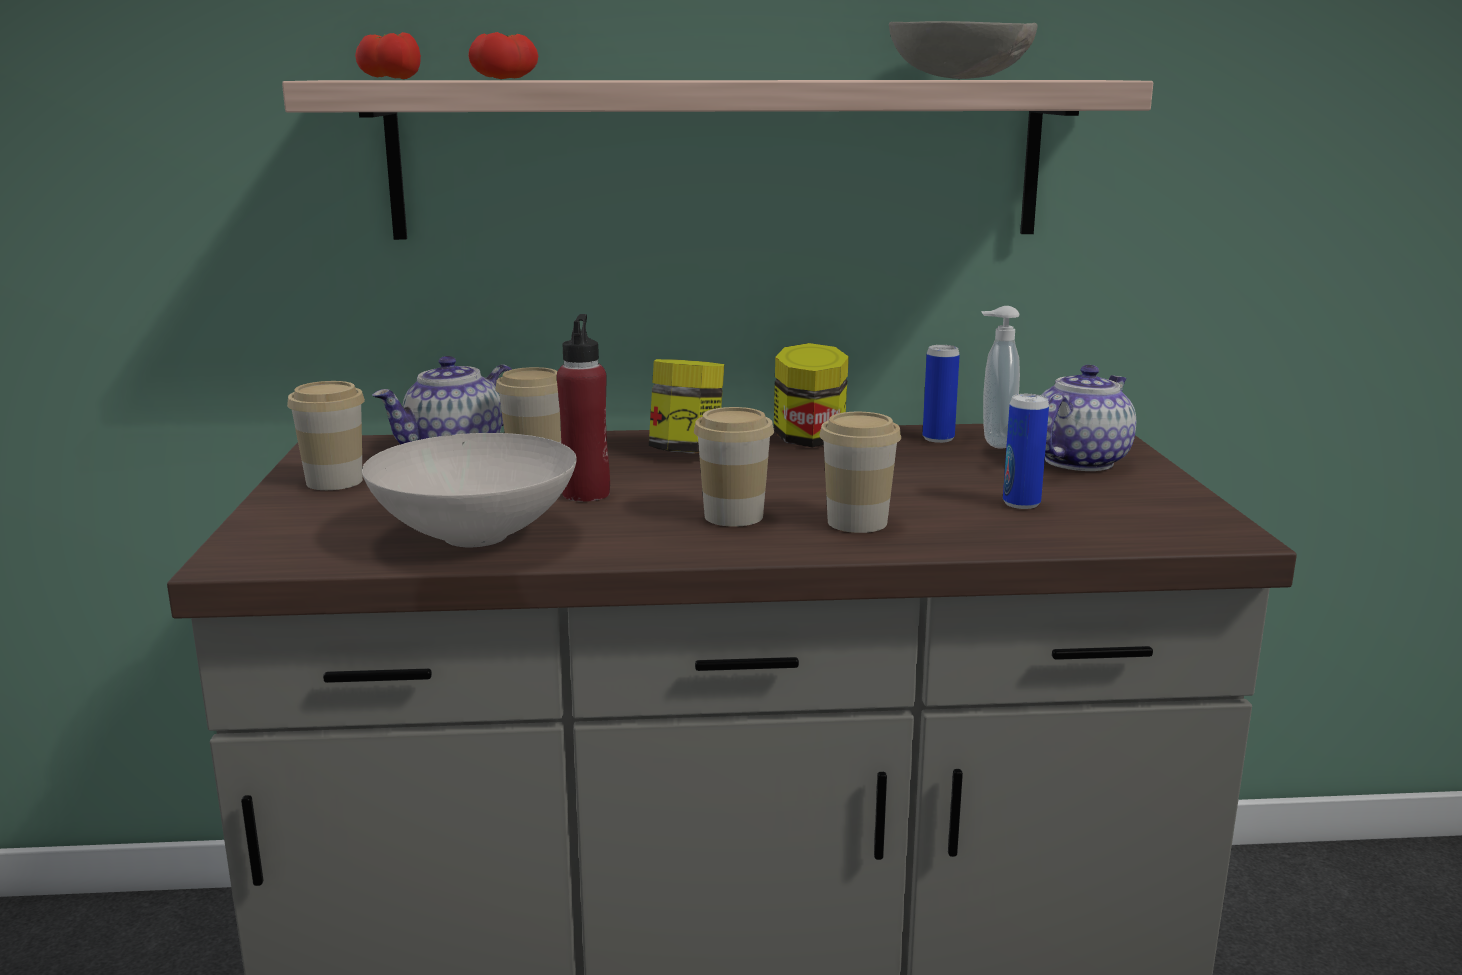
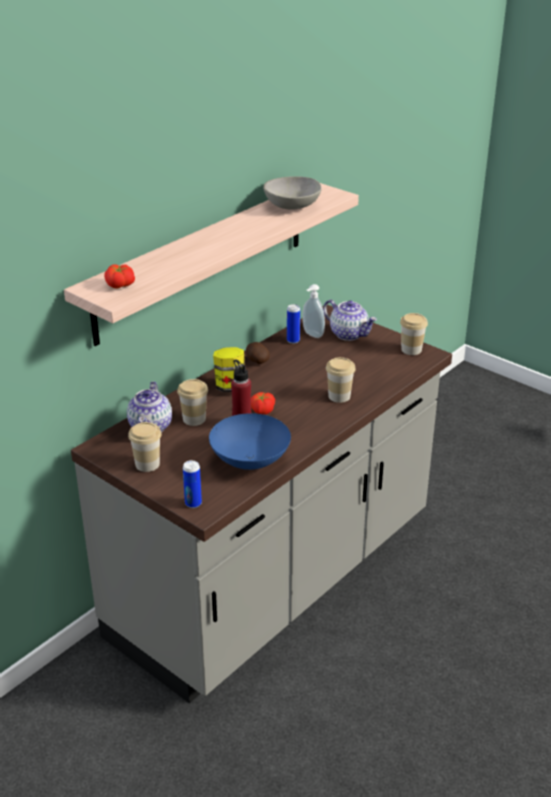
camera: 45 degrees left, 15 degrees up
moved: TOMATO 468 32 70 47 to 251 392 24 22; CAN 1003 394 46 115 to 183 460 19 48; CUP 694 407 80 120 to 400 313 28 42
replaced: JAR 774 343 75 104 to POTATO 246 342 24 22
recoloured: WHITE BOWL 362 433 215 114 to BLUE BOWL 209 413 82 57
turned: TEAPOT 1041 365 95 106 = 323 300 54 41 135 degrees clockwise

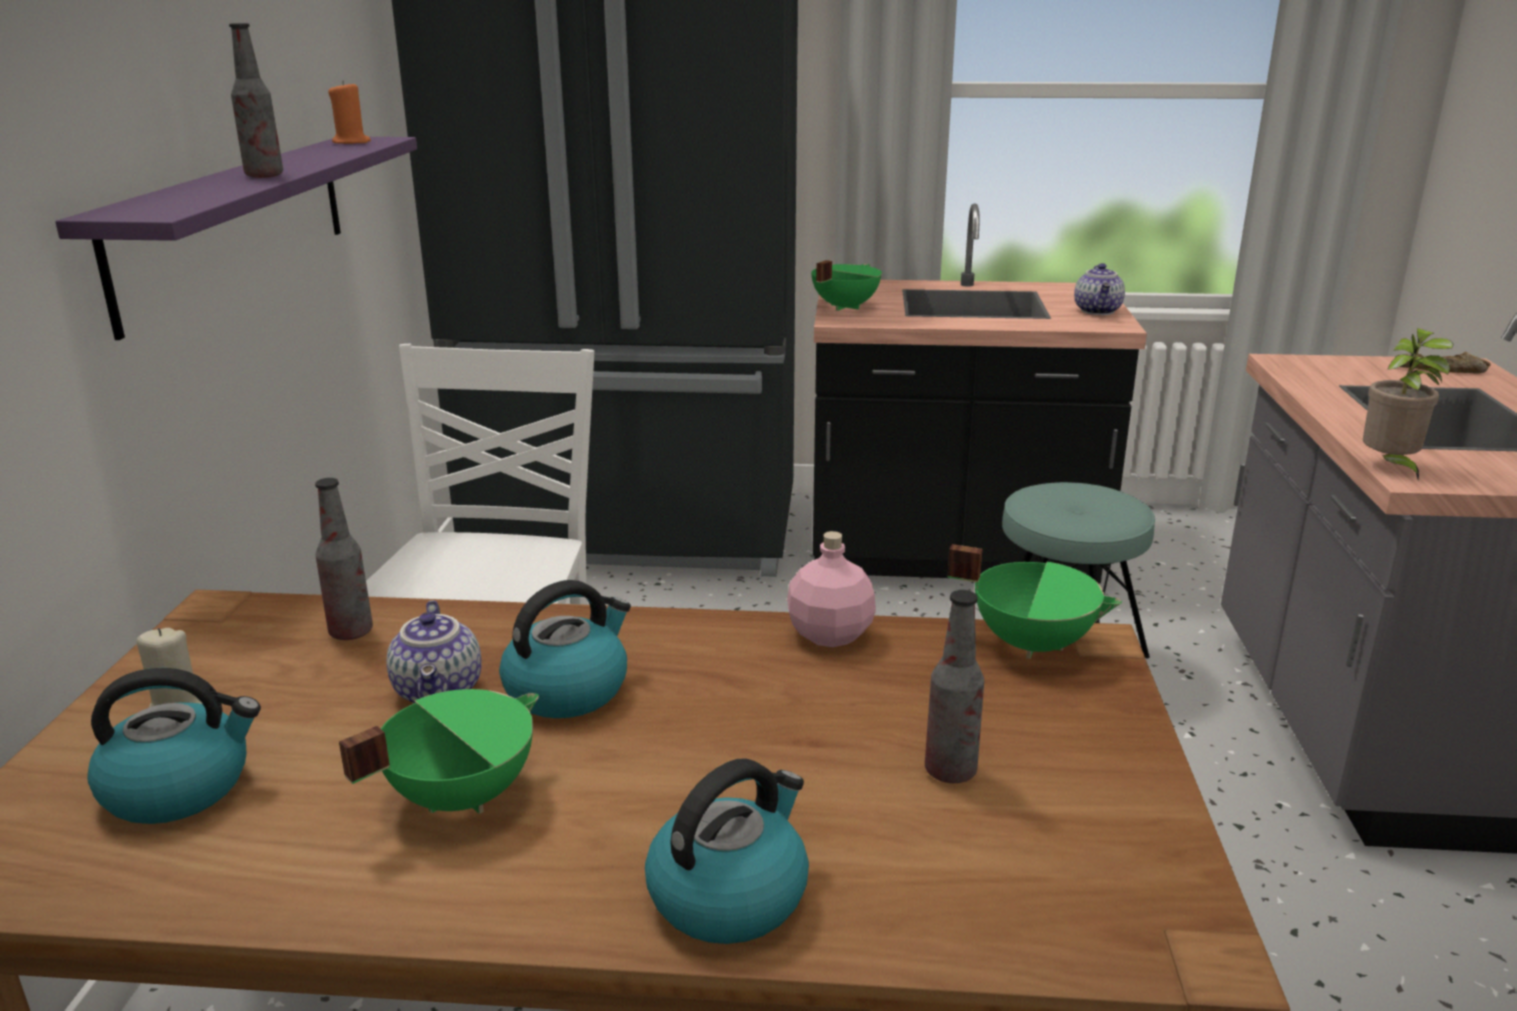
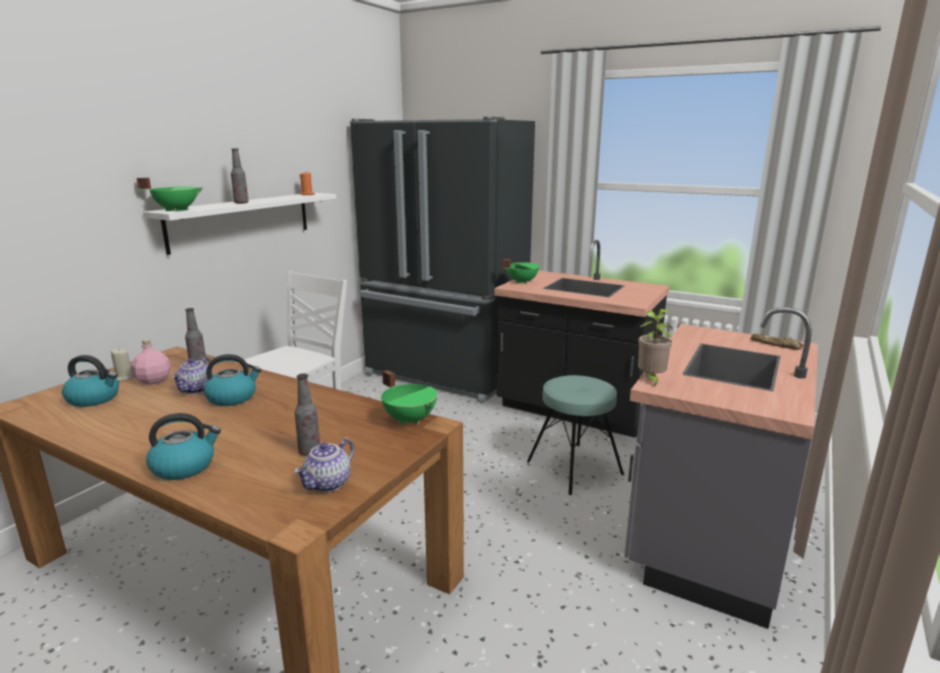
camera: 25 degrees right, 5 degrees down
moved: TEAPOT 1074 263 51 52 to 294 438 60 54; PINK BOTTLE 787 531 89 116 to 131 339 40 45; GREEN COOKING POT 339 689 200 125 to 137 178 66 34
recoloured: PURPLE SHELF 55 137 362 203 to WHITE SHELF 143 193 193 62

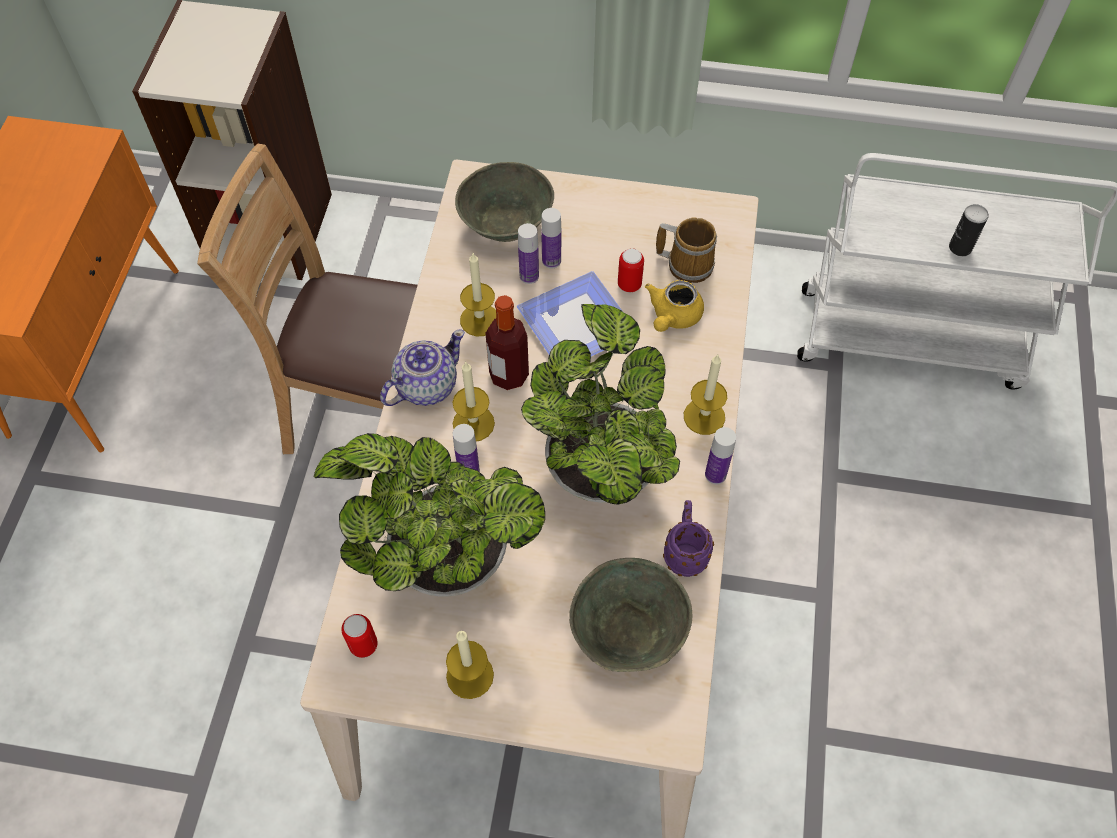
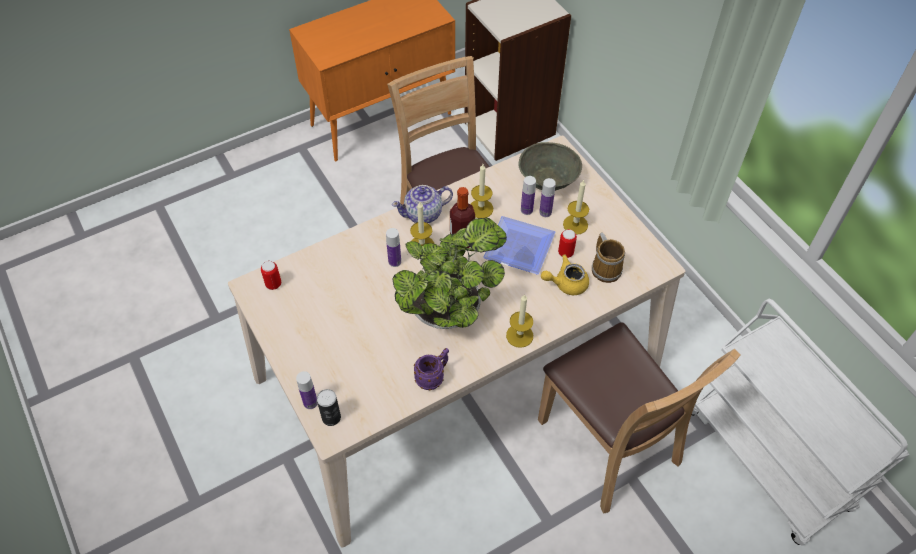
camera: 50 degrees right, 5 degrees down
removed: POTTED PLANT 314 433 231 163; GREY BOWL 569 558 123 114
added: BROWN CHAIR 538 322 203 192
moved: CAN 949 204 40 52 to 317 389 24 37; BOTTLE 705 427 31 57 to 296 371 22 38; CANDLE 446 631 48 68 to 563 180 26 55
turned: TEAPOT 380 330 85 76 = 392 185 61 38 150 degrees clockwise

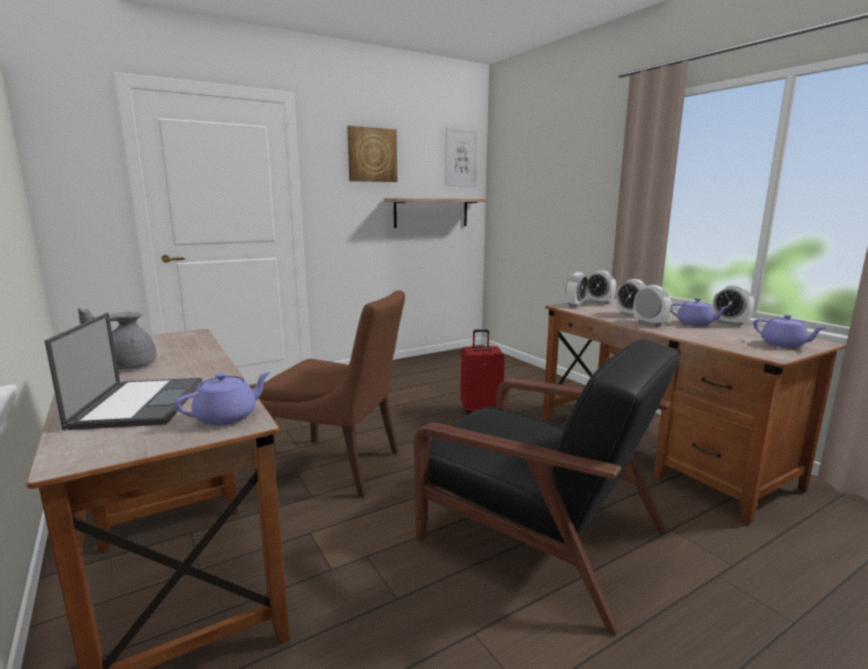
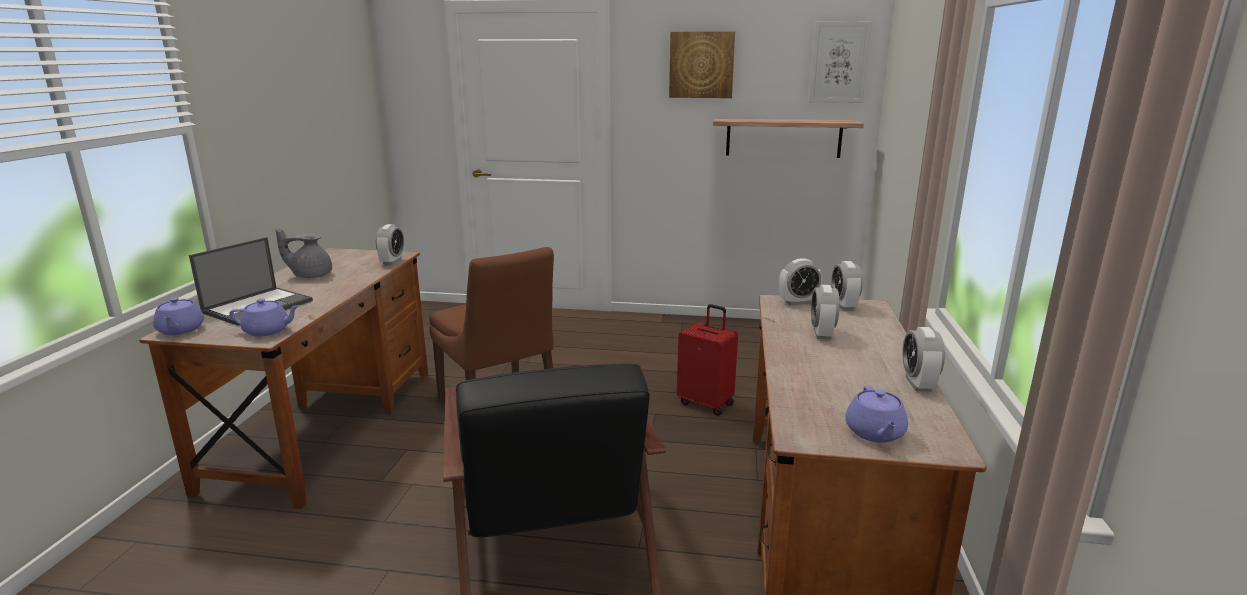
camera: 40 degrees right, 5 degrees up
moved: ALARM CLOCK 634 285 37 41 to 376 224 28 41; PURPLE TEAPOT 670 298 59 28 to 153 297 51 38

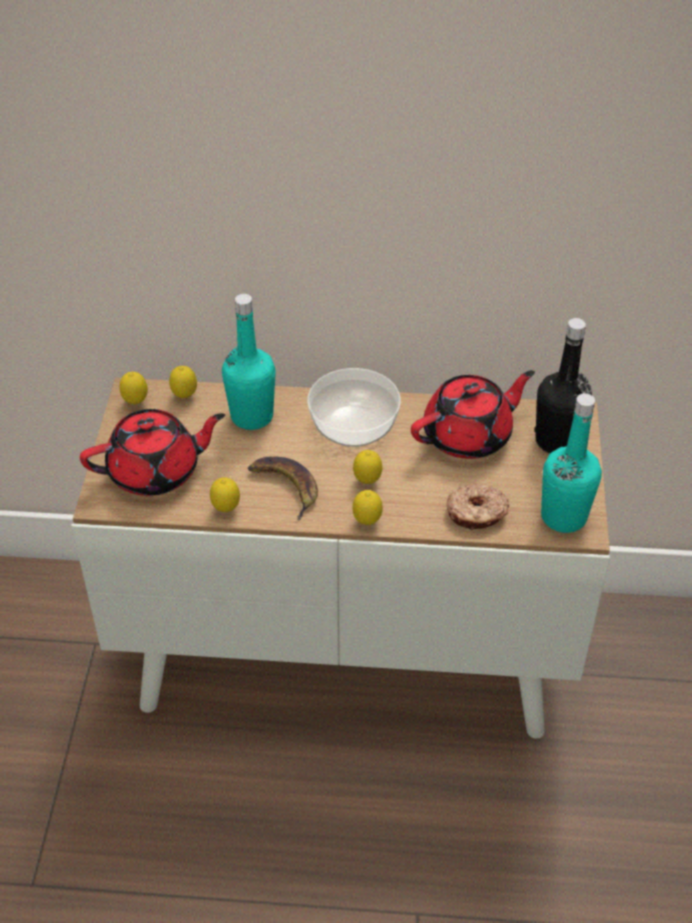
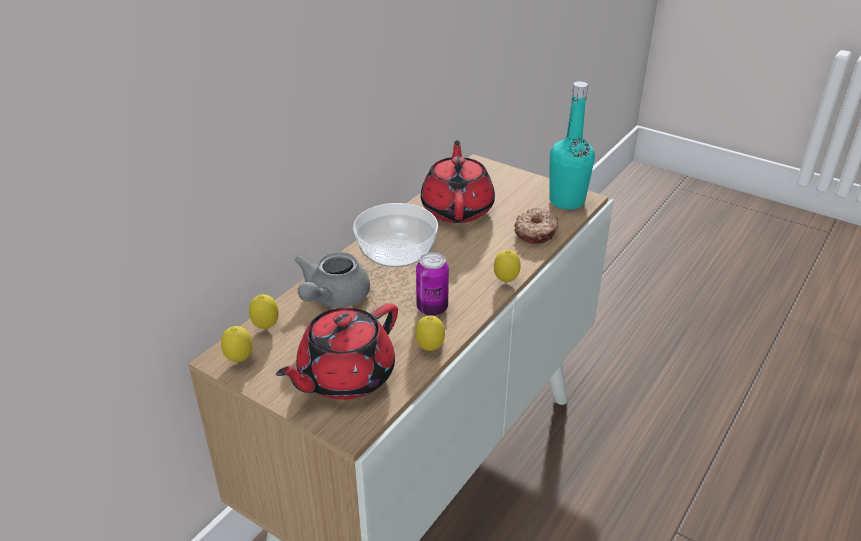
camera: 60 degrees left, 10 degrees down
removed: BLACK BOTTLE 534 318 58 135; LEMON 353 450 29 34
replaced: TURQUOISE BOTTLE 222 294 54 136 to GREY TEAPOT 294 252 76 56; BANANA 248 456 70 64 to CAN 416 252 33 64
turned: RED TEAPOT 80 409 145 87 = 276 303 122 97 150 degrees counterclockwise

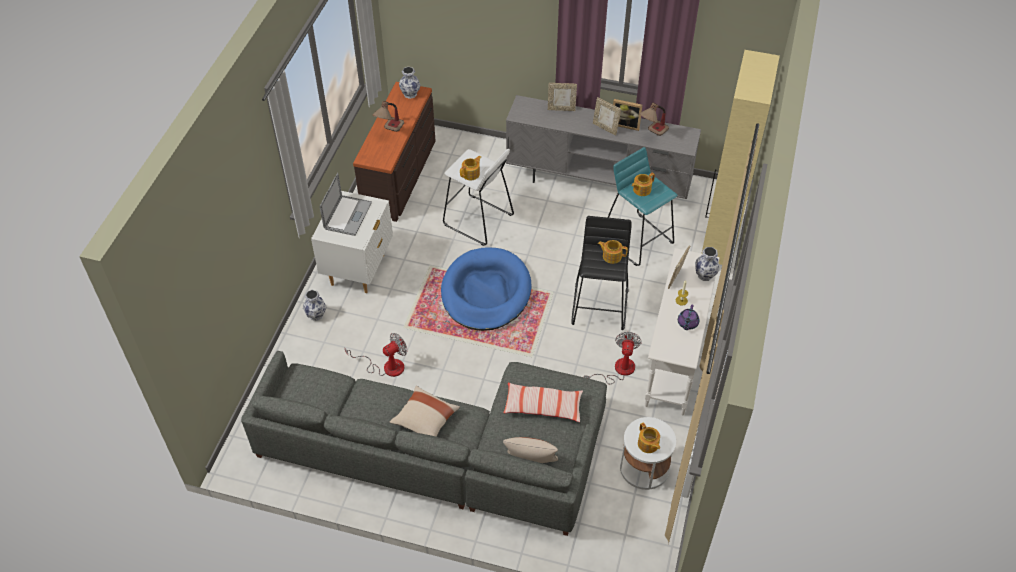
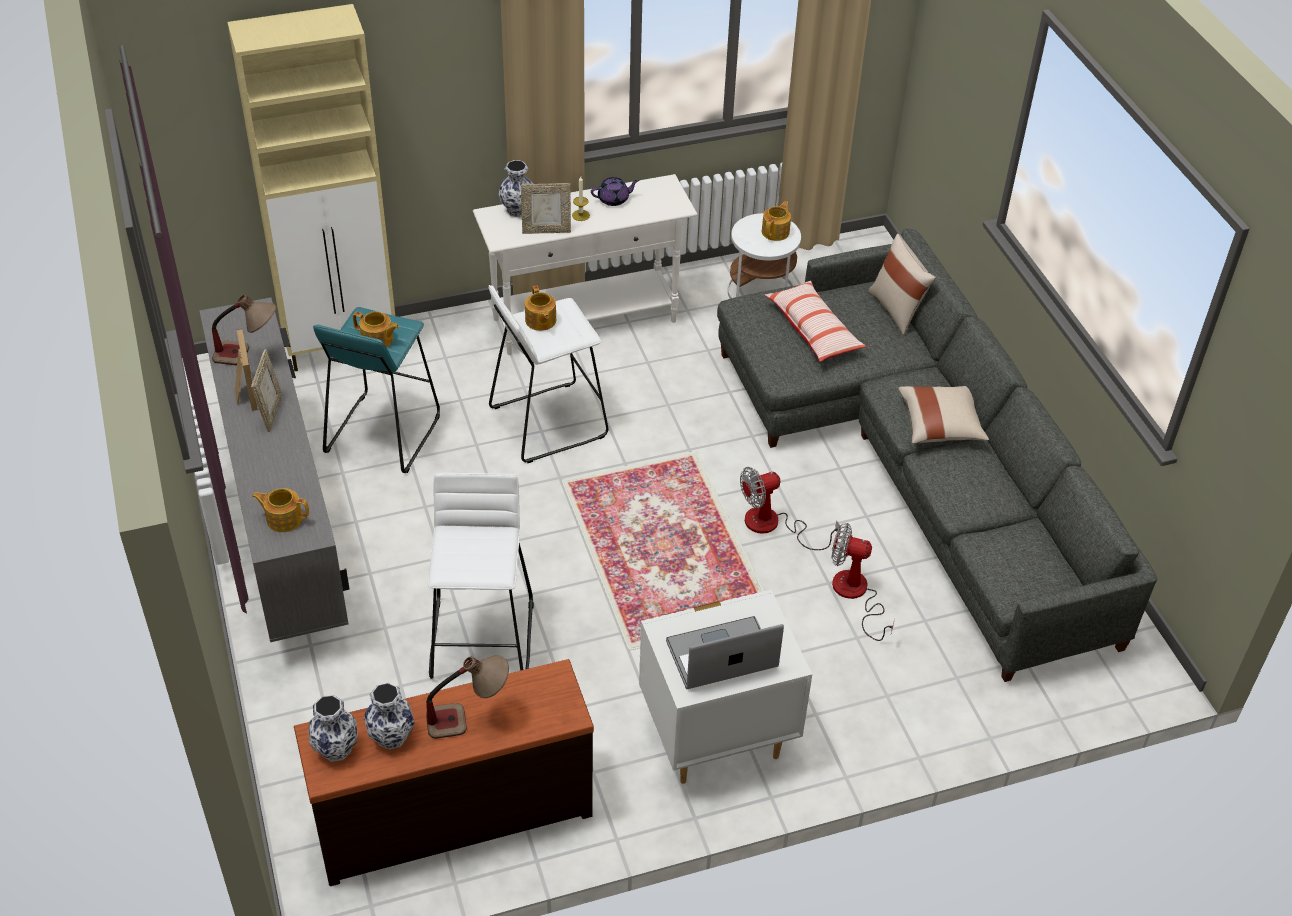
camera: 125 degrees left, 5 degrees down
removed: PICTURE FRAME 548 83 29 28; BLUE DOG BED 441 247 91 84
moved: TEAPOT 460 156 21 24 to 252 488 57 44; VASE 303 290 23 31 to 364 683 51 67; FAN 584 332 58 52 to 740 467 101 83
recoloured: BLACK STOOL 571 216 61 114 to WHITE STOOL 489 285 120 178

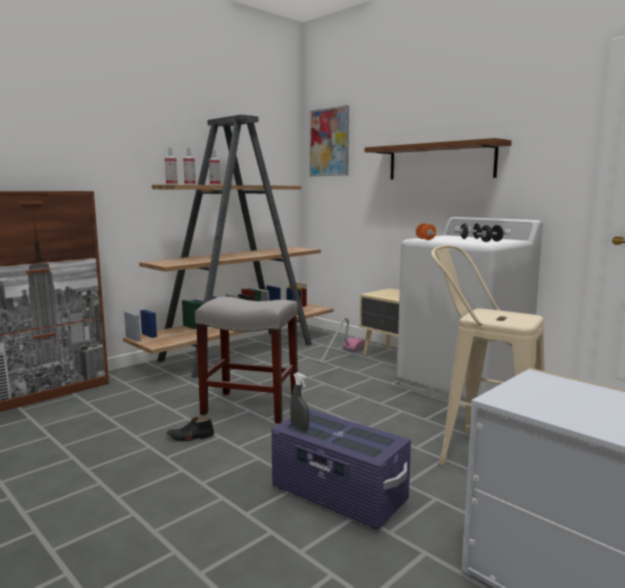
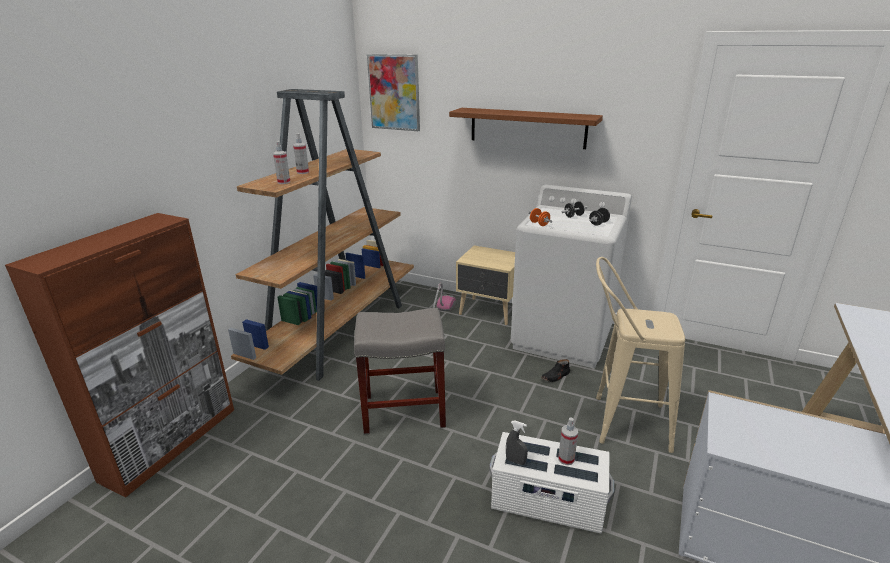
camera: 20 degrees left, 15 degrees up
moved: SPRAY BOTTLE 165 147 13 38 to 558 417 20 48; BLACK SHOE 166 417 48 25 to 541 359 29 23
recoloured: PURPLE STORAGE BOX 271 409 140 121 to WHITE STORAGE BOX 489 432 125 101

